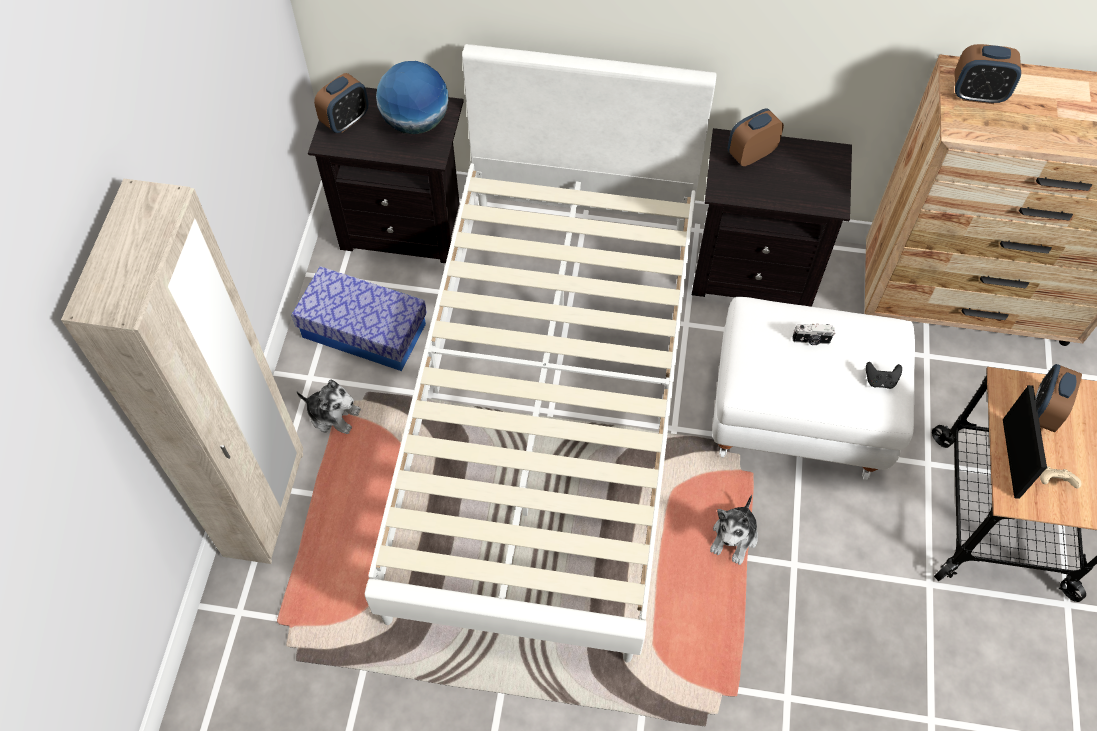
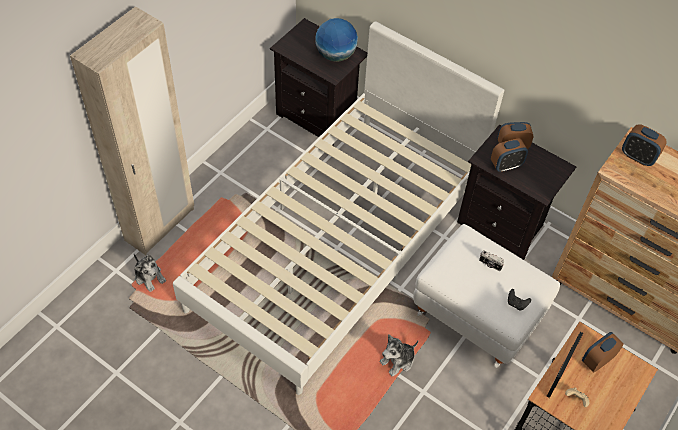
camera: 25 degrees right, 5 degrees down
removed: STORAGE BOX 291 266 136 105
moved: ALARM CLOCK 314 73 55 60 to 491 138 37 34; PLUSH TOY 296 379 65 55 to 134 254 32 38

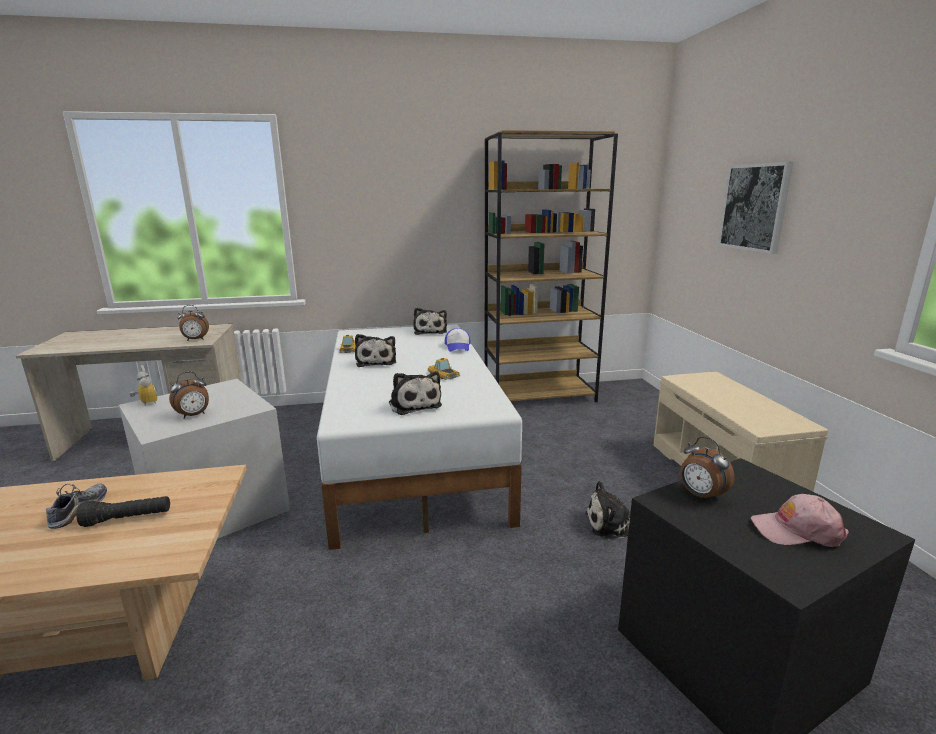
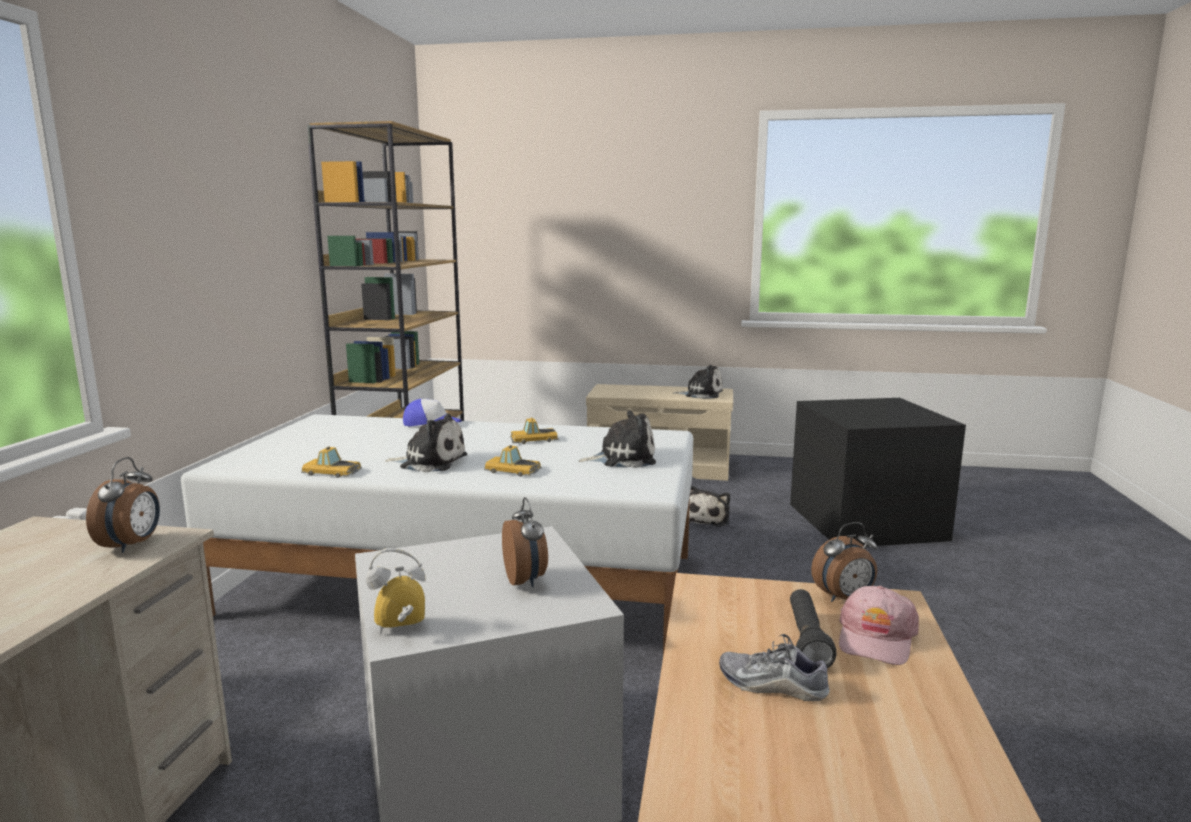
camera: 70 degrees left, 5 degrees down
removed: PICTURE 718 162 75 92
added: TOY CAR 484 445 58 32
moved: PLUSH TOY 413 308 34 27 to 672 365 51 34; ALARM CLOCK 680 436 55 66 to 811 522 66 80; PINK CAP 751 494 98 53 to 839 586 80 79

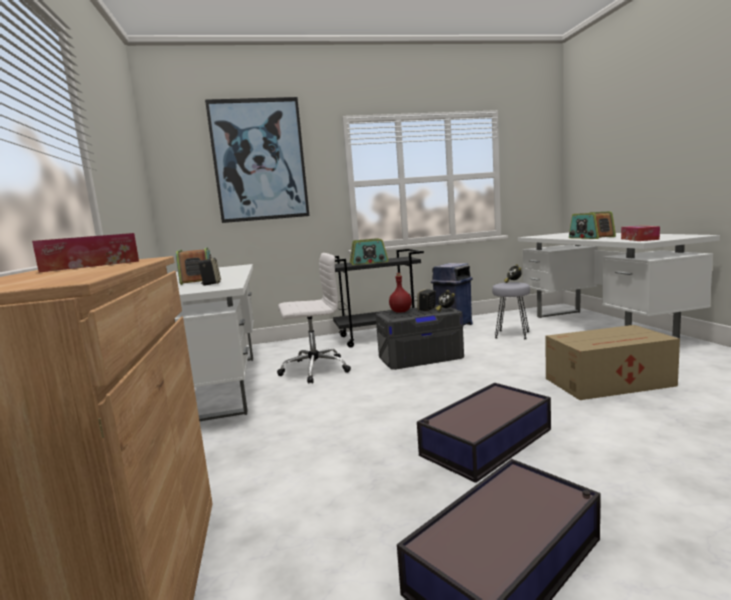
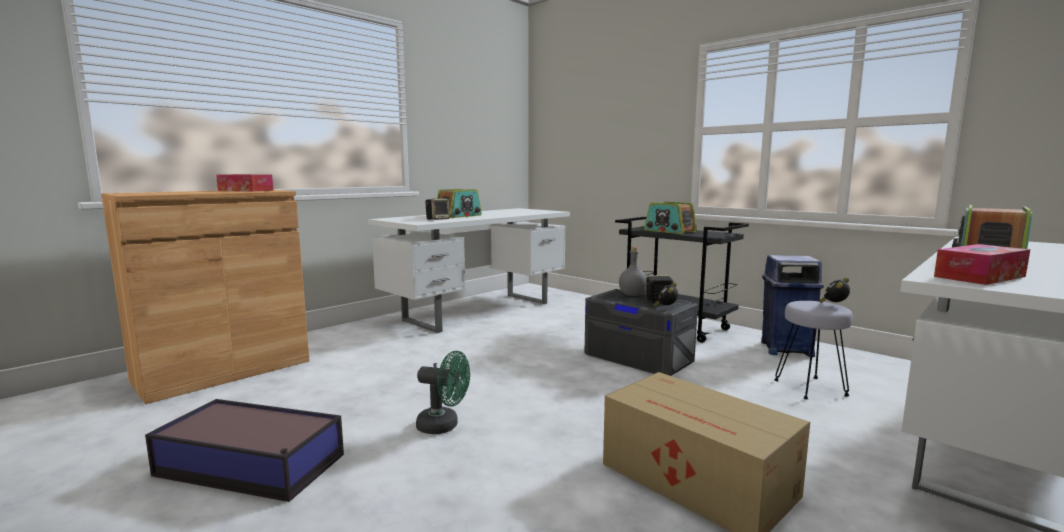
camera: 55 degrees right, 0 degrees up
removed: PICTURE 205 97 104 126; WHITE OFFICE CHAIR 277 253 74 131
replaced: STORAGE BOX 417 383 134 100 to GREEN FAN 416 351 54 83
recoloured: RED BOTTLE 389 273 23 40 to GREY BOTTLE 619 247 27 49

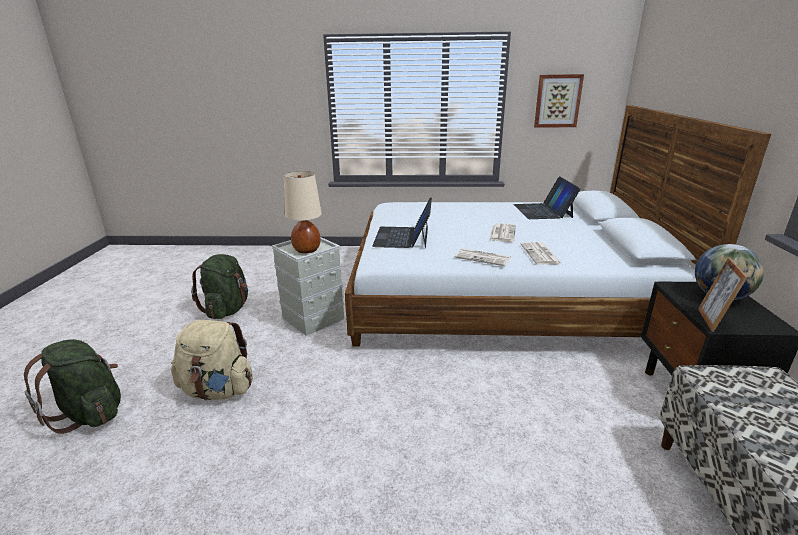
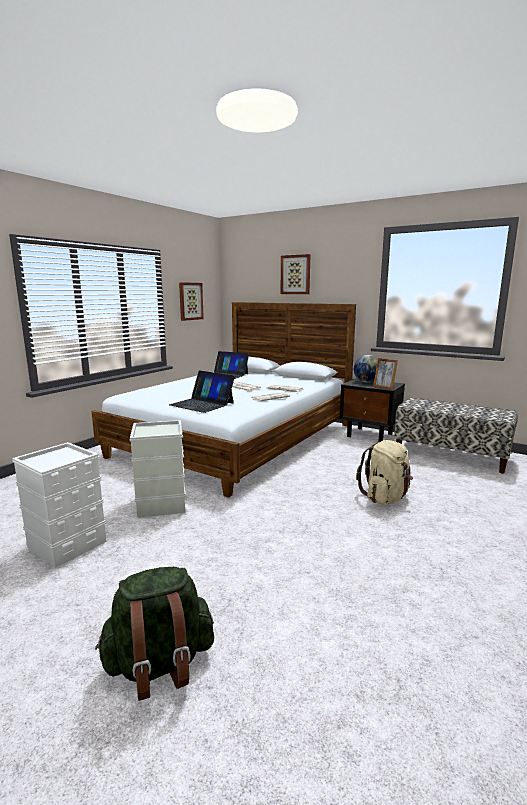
camera: 60 degrees left, 10 degrees down
removed: BEIGE TABLE LAMP 284 171 38 82
added: PICTURE 281 254 30 40
moved: BEIGE BACKPACK 171 320 82 80 to 356 440 57 64
replaced: GREEN BACKPACK 191 254 57 65 to WHITE STORAGE BOX 12 442 95 126

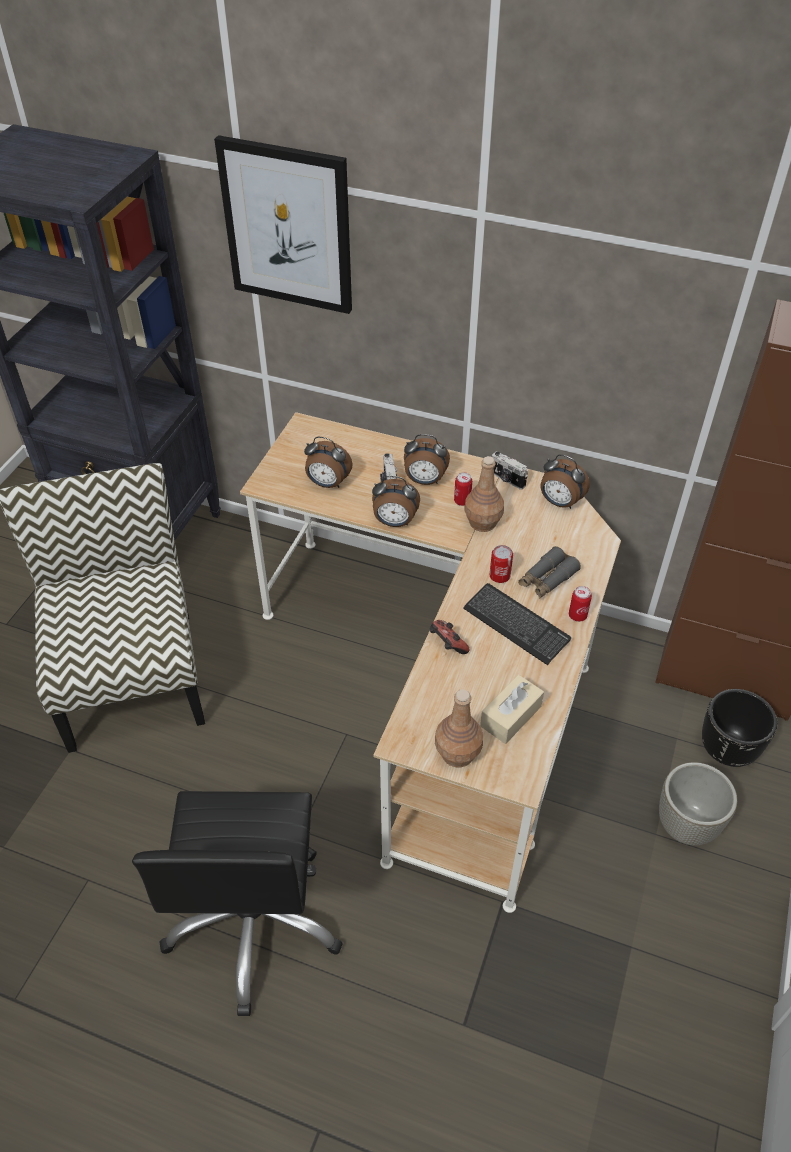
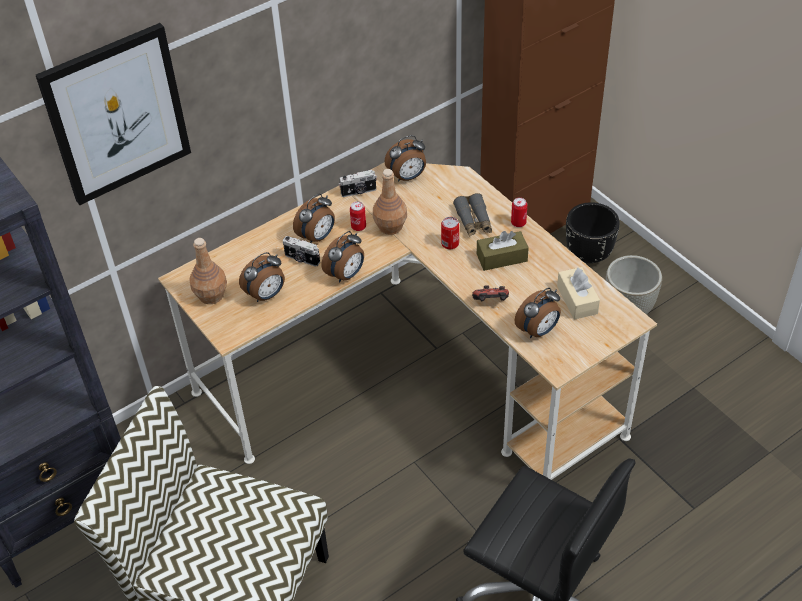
camera: 55 degrees left, 0 degrees up
added: ALARM CLOCK 515 288 46 50
moved: BROWN BOTTLE 435 689 48 79 to 189 238 38 66
replaced: KEYBOARD 463 583 108 82 to BROWN TISSUE BOX 477 231 52 40

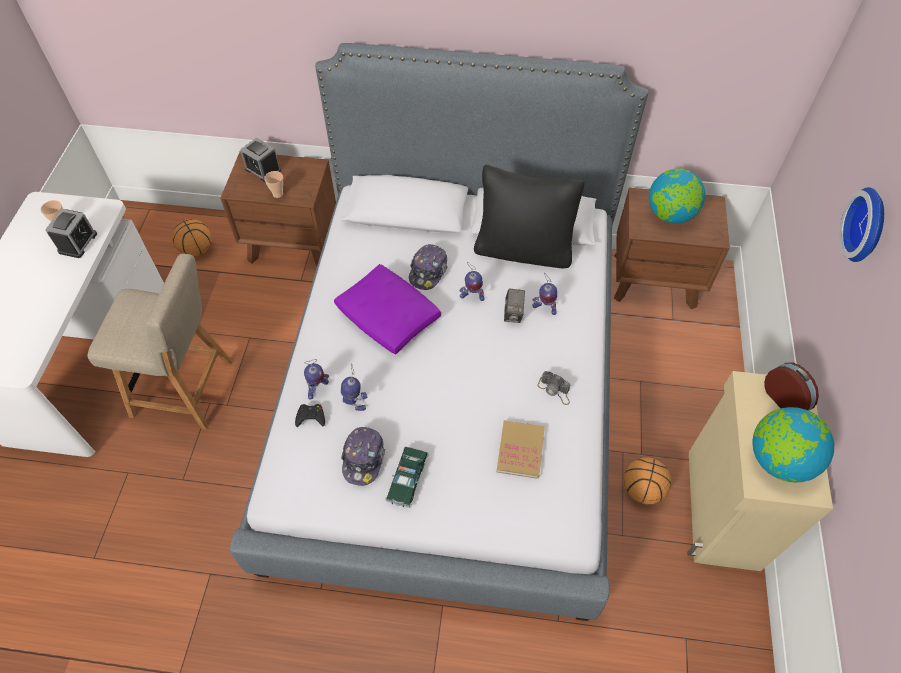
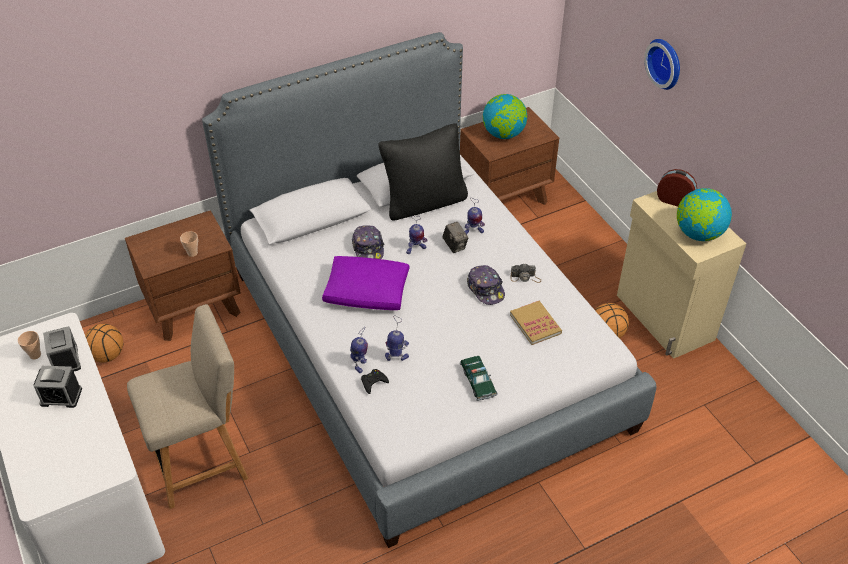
camera: 35 degrees left, 10 degrees down
moved: ALARM CLOCK 240 138 41 44 to 34 366 48 42; CAP 341 427 44 59 to 467 265 38 40

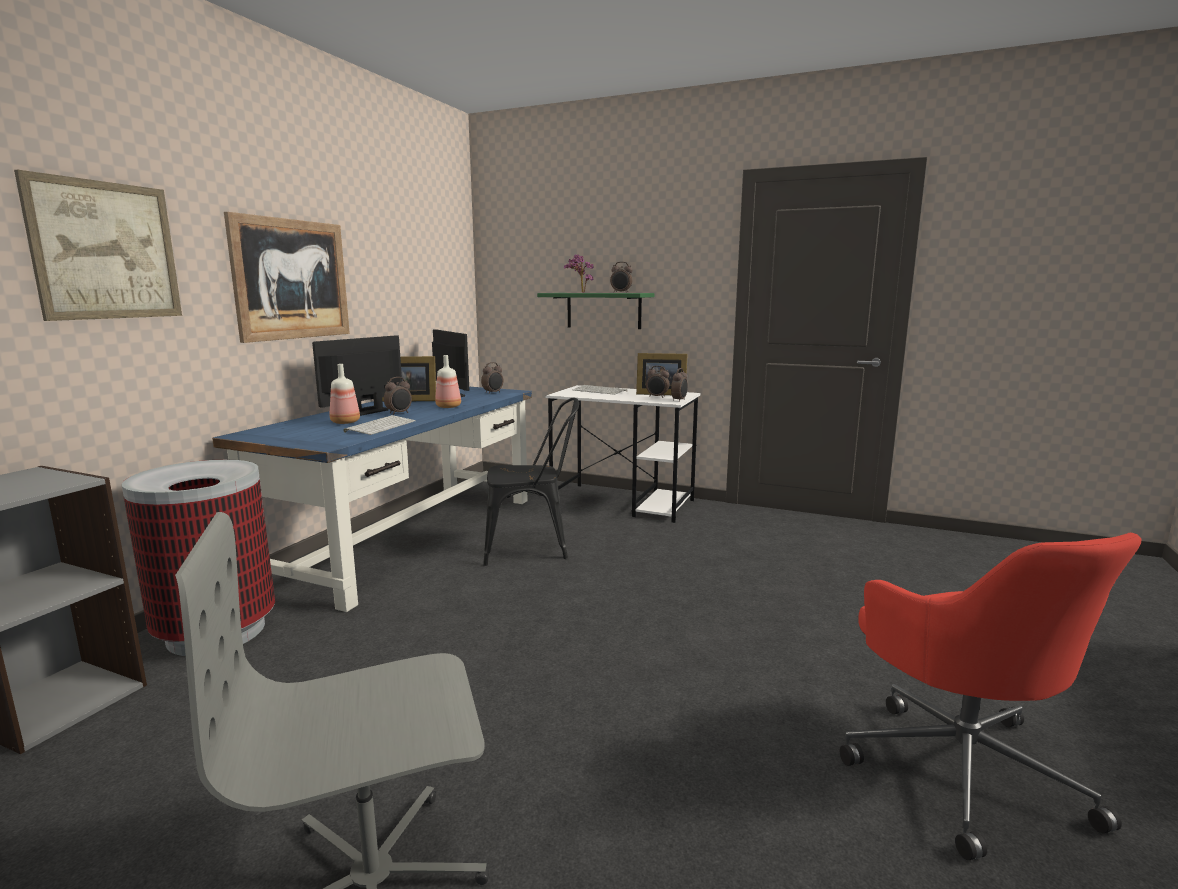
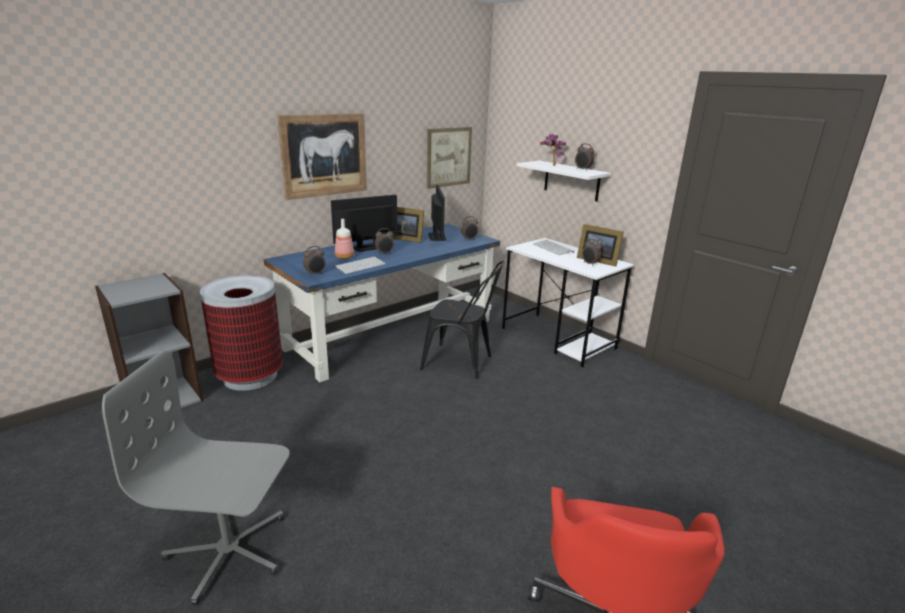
camera: 25 degrees right, 10 degrees up
removed: BOTTLE 435 355 26 53
moved: PICTURE 14 170 168 151 to 427 127 45 62; ALARM CLOCK 671 368 17 34 to 303 246 23 30
recoloured: GREEN SHELF 537 293 117 36 to WHITE SHELF 517 161 94 41

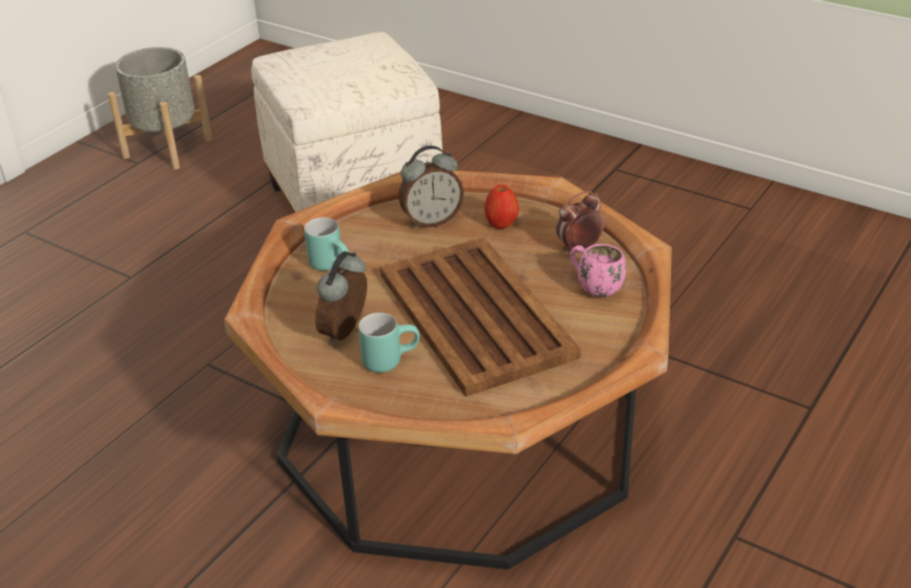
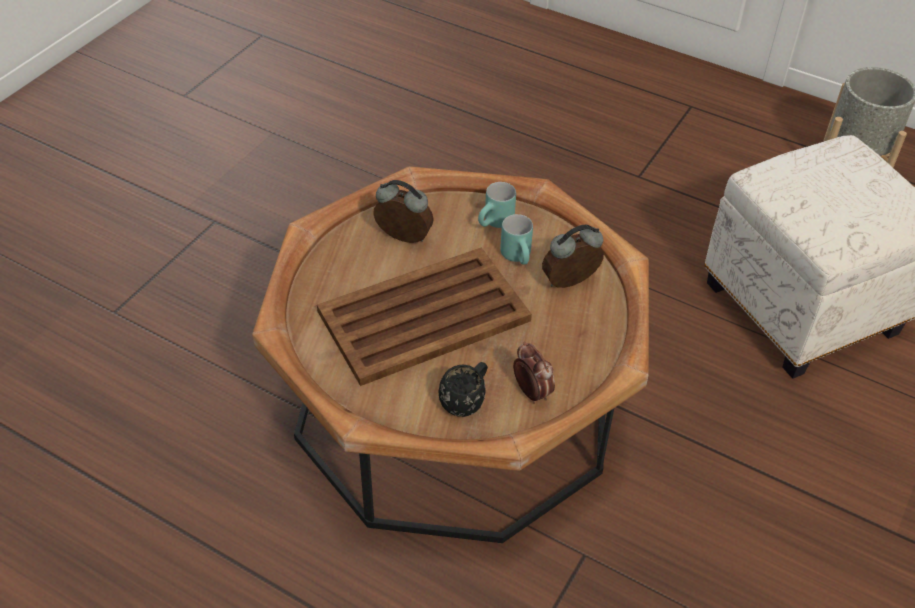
camera: 85 degrees right, 10 degrees up
removed: APPLE 484 185 35 44
moved: TURQUOISE MUG 358 313 62 60 to 500 214 33 51
recoloured: PINK MUG 569 244 57 53 to BLACK MUG 439 362 49 55
turned: ALARM CLOCK 399 146 65 83 = 542 225 62 63 90 degrees clockwise

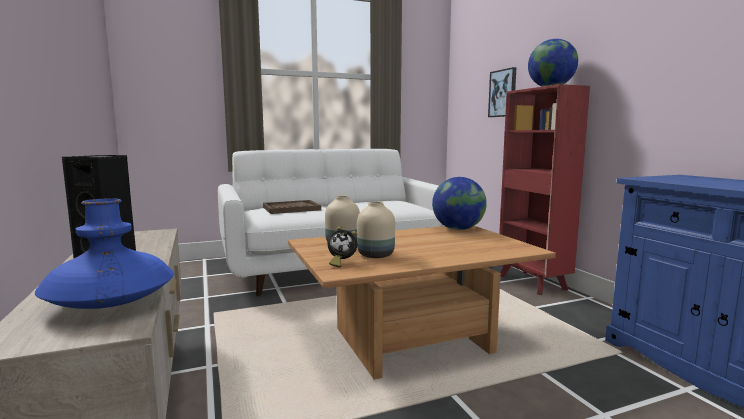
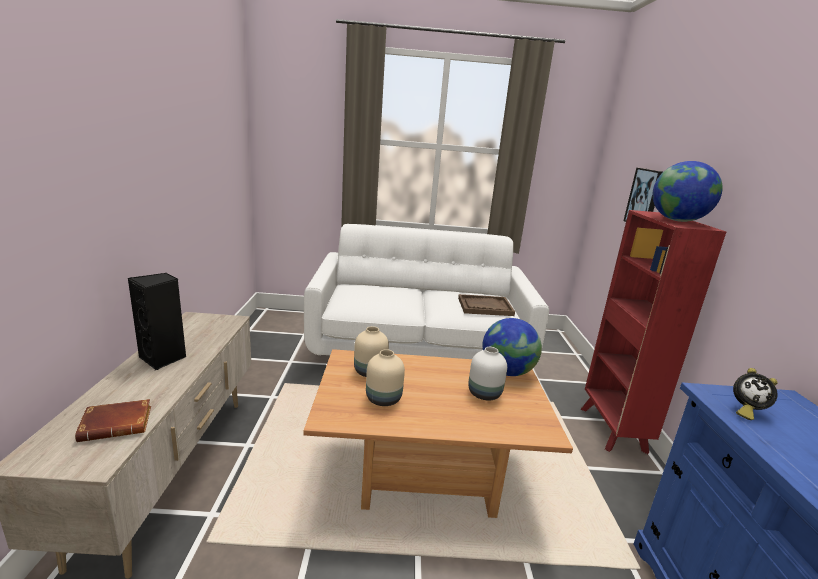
camera: 20 degrees right, 10 degrees up
added: WHITE VASE 468 347 39 54
moved: BROWN TRAY 263 200 58 14 to 458 294 57 22; ALARM CLOCK 327 226 30 42 to 733 368 45 52
replaced: BLUE VASE 35 198 139 111 to BROWN BOOK 75 399 76 43

